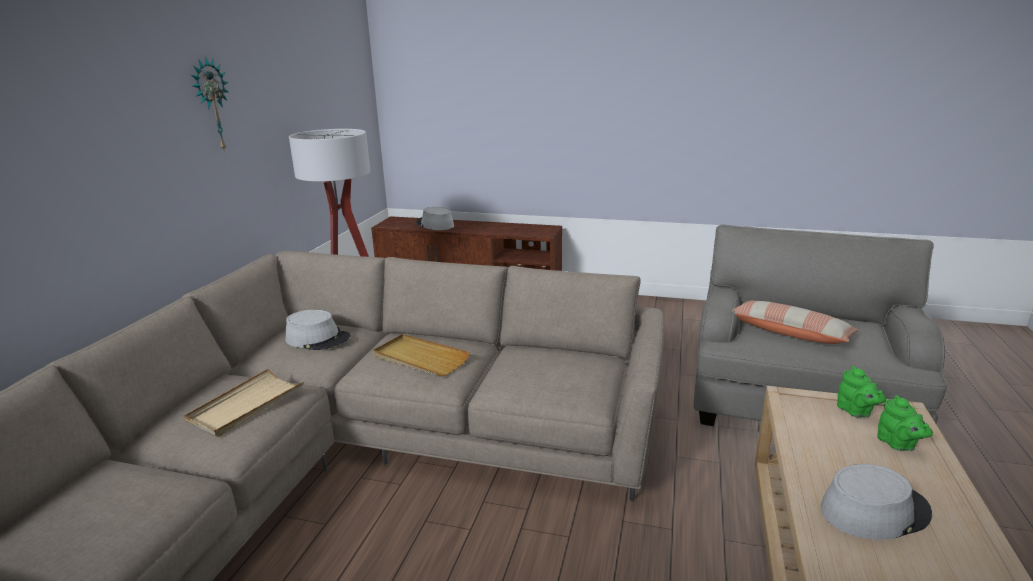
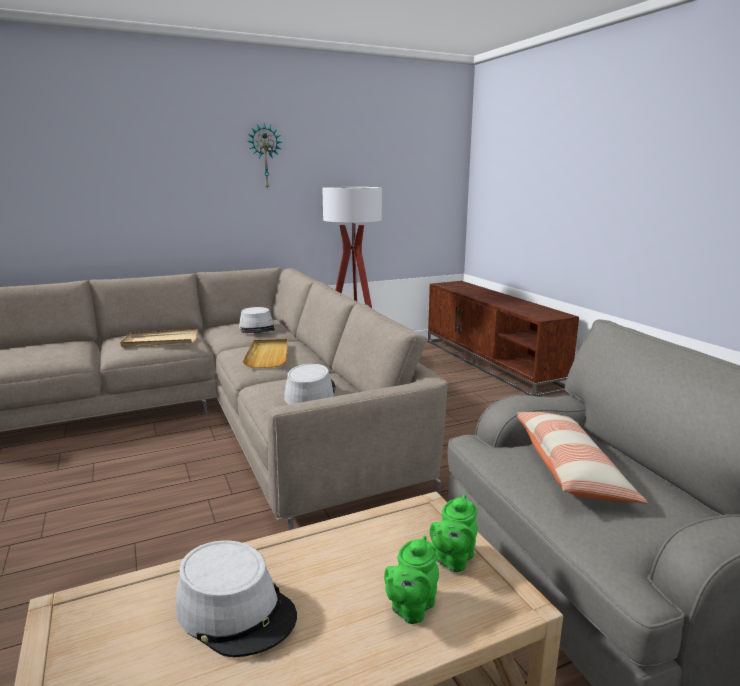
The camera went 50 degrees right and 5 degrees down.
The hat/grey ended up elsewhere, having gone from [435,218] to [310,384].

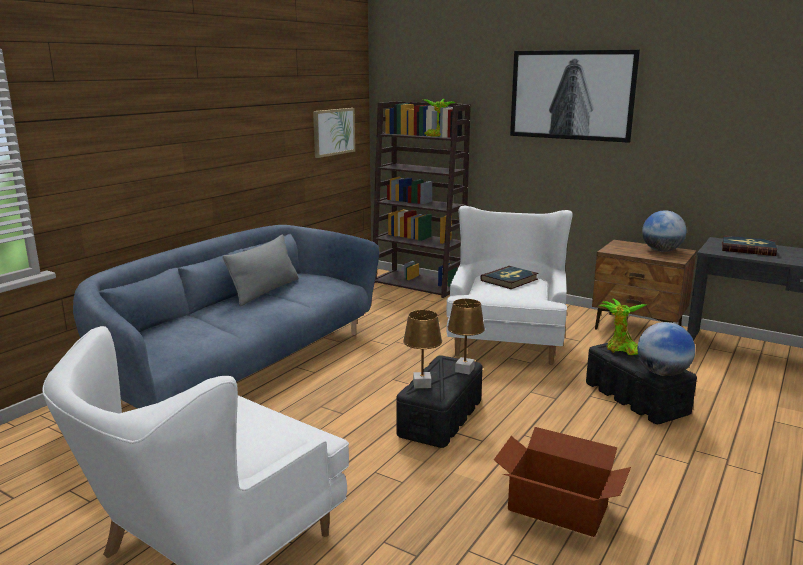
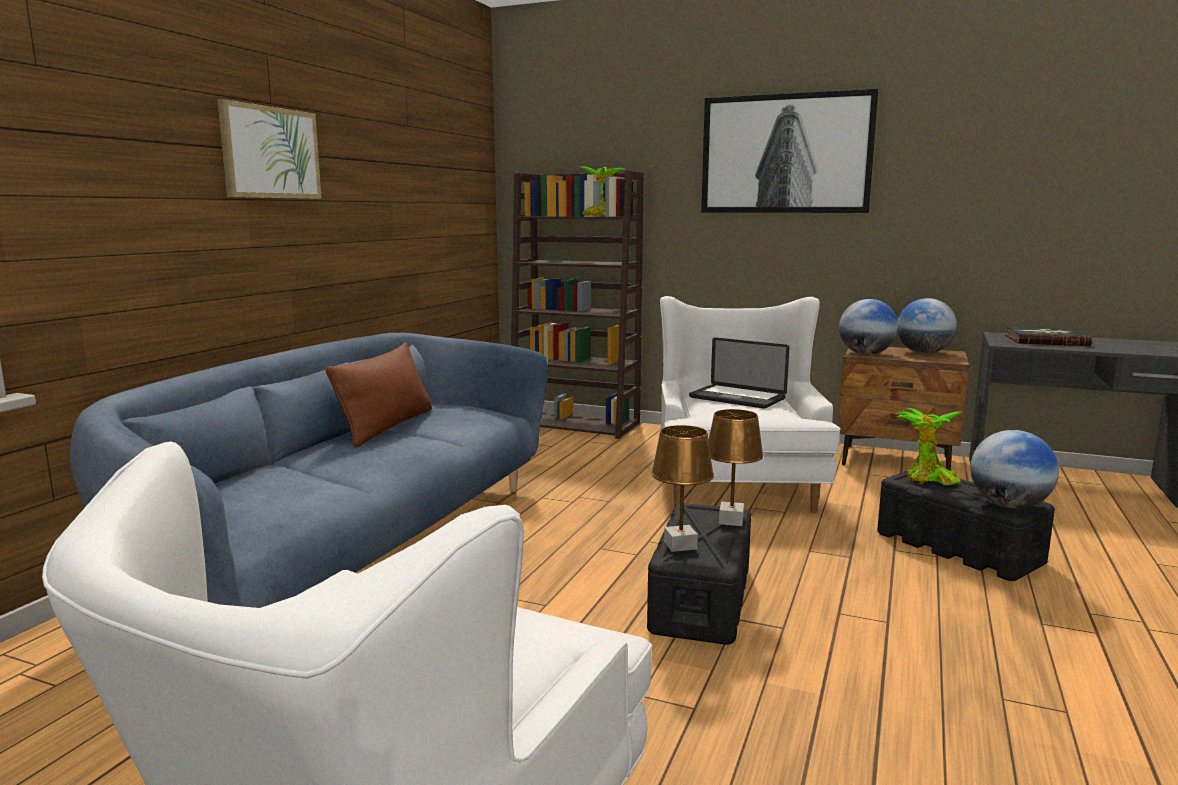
The camera went 10 degrees left and 5 degrees down.
The picture ended up elsewhere, having gone from [334,133] to [269,149].
What was the pillow/grey at [260,270] turned into the pillow/brown at [379,395].
Where the book stood at [509,277], the laptop came to stand at [739,373].
The second view lost the cardboard box at [562,482].
The second view gained the globe at [868,327].

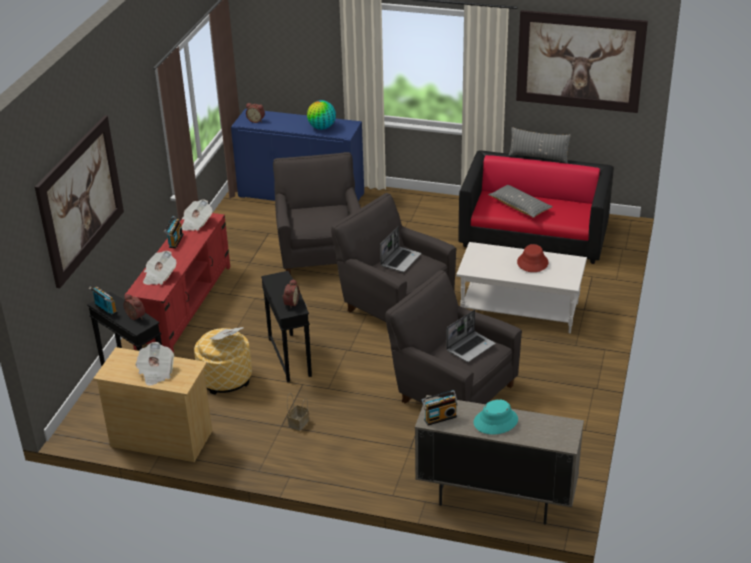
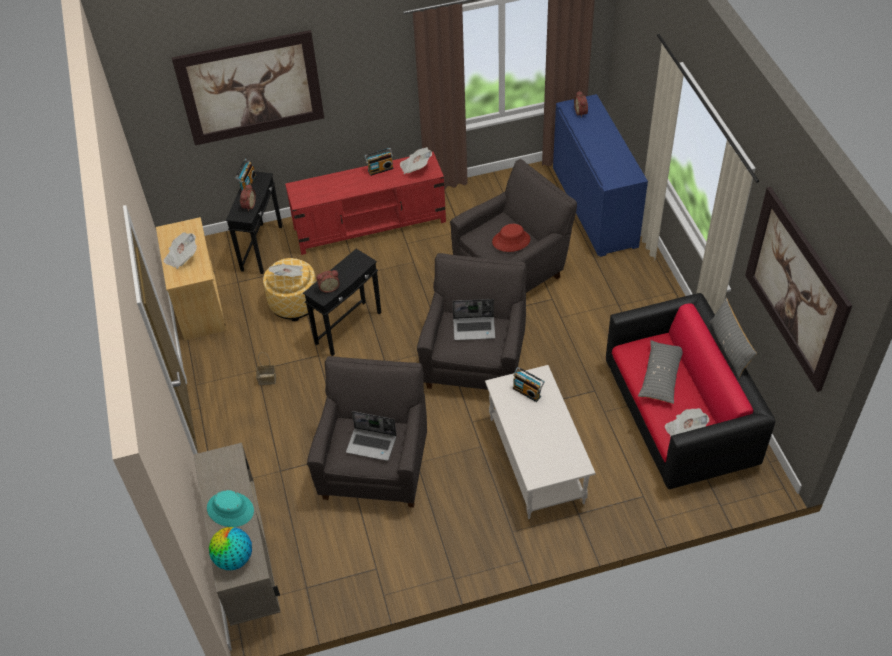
The camera went 60 degrees right and 15 degrees up.
The globe ended up elsewhere, having gone from [321,115] to [230,548].
The hat/red ended up elsewhere, having gone from [532,258] to [511,238].
The newspaper ended up elsewhere, having gone from [159,268] to [687,422].
The radio ended up elsewhere, having gone from [439,407] to [529,384].

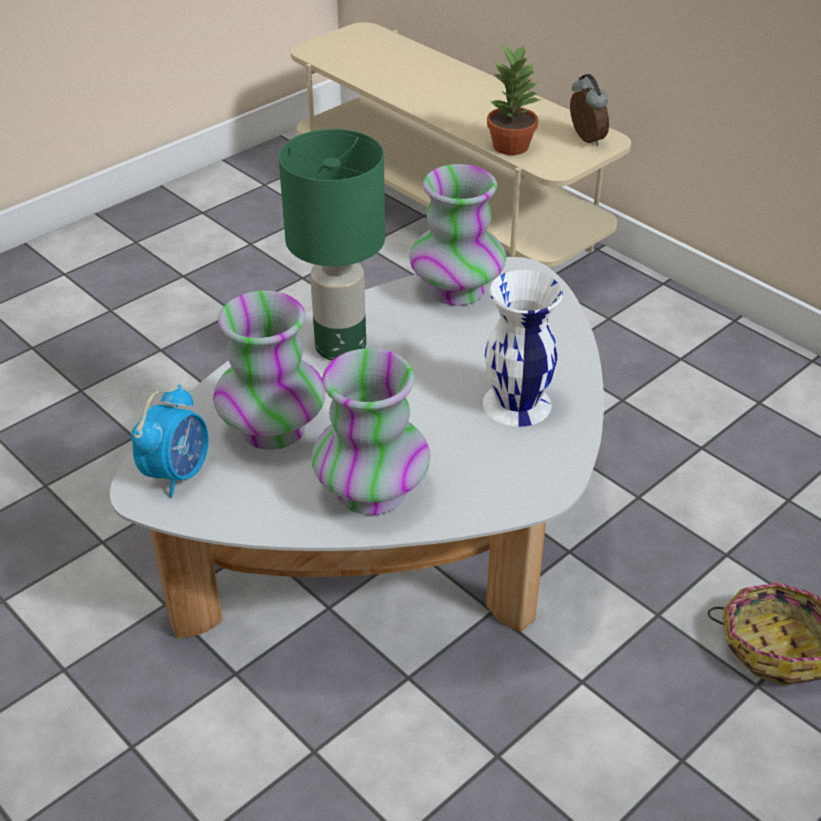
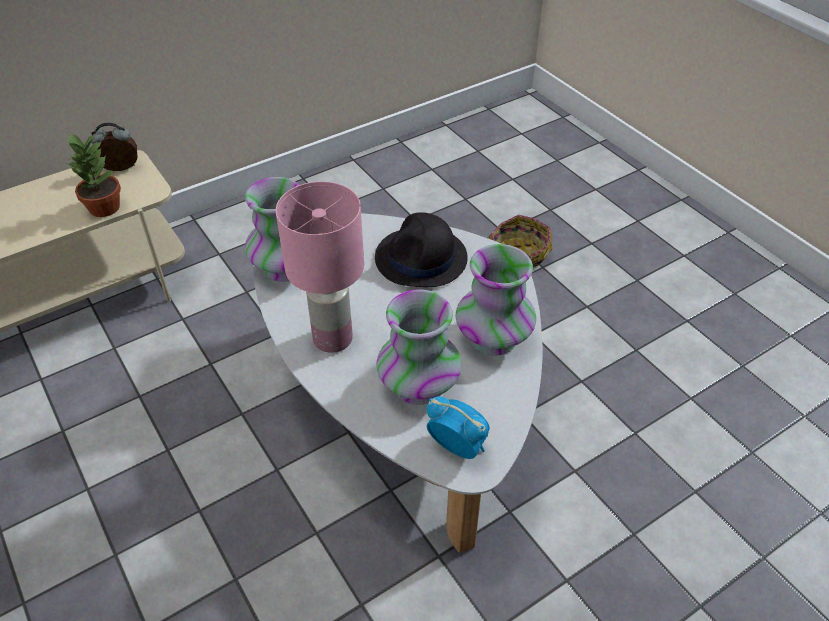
The camera went 80 degrees left and 5 degrees up.
What was the table lamp/green at [332,245] turned into the table lamp/pink at [320,267].
Where the vase/white stood at [523,348], the hat/black came to stand at [421,249].

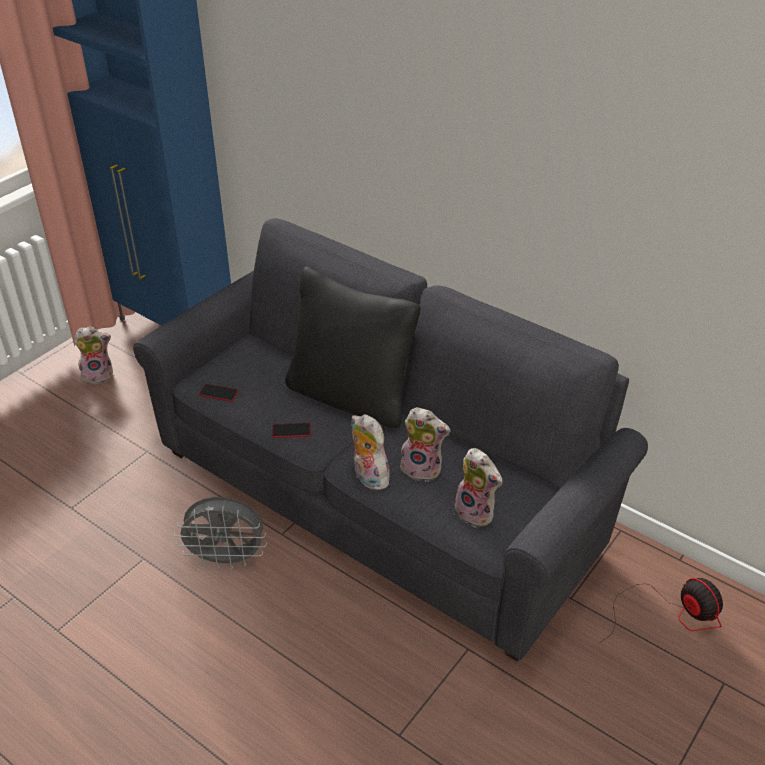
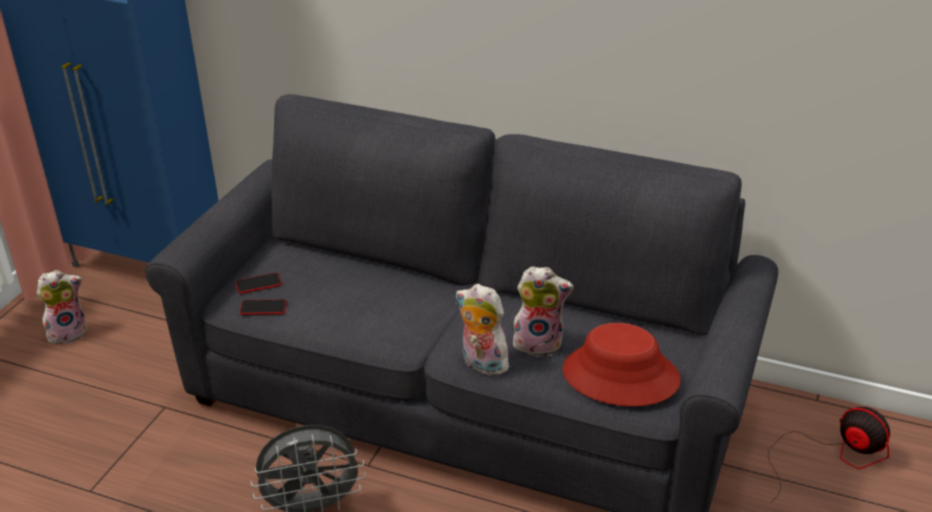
The camera went 15 degrees left and 5 degrees down.
The second view lost the pillow/black at [353,347].
The phone ended up elsewhere, having gone from [291,430] to [258,283].
Where the plush toy stood at [477,488], the hat/red came to stand at [622,364].

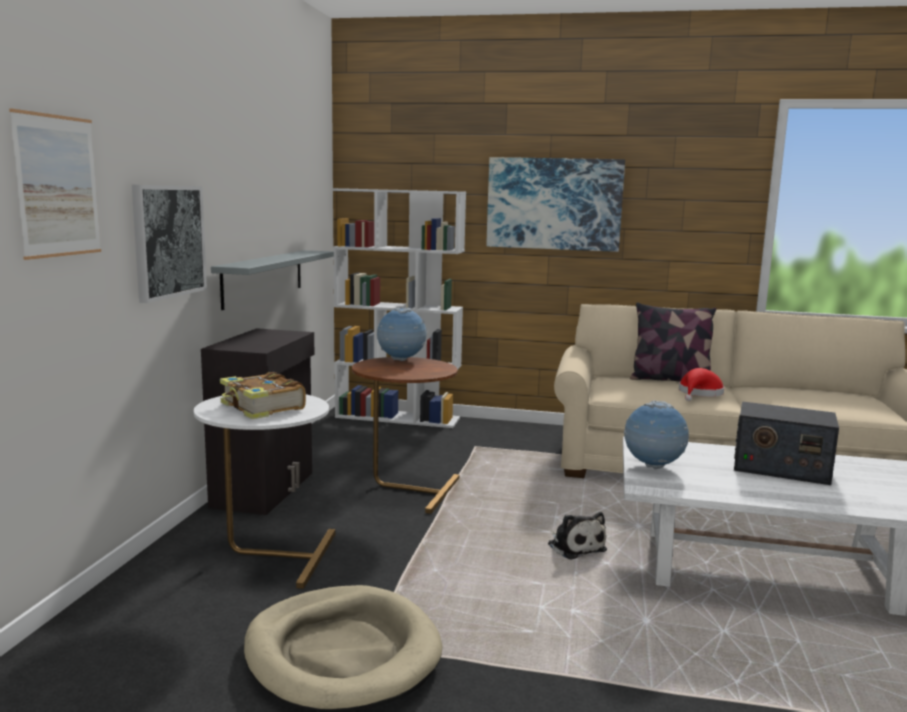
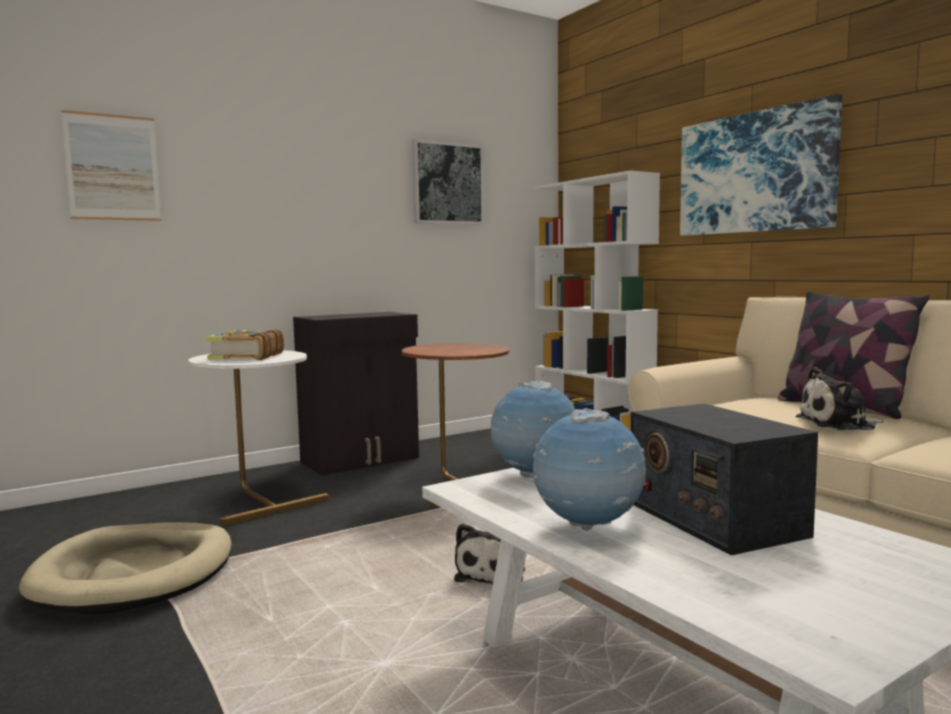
The camera went 45 degrees right and 5 degrees down.
The picture ended up elsewhere, having gone from [169,244] to [448,182].
The second view lost the shelf/grey at [272,280].
The globe ended up elsewhere, having gone from [402,334] to [588,469].
Where the hat/red stood at [701,384], the plush toy came to stand at [839,398].

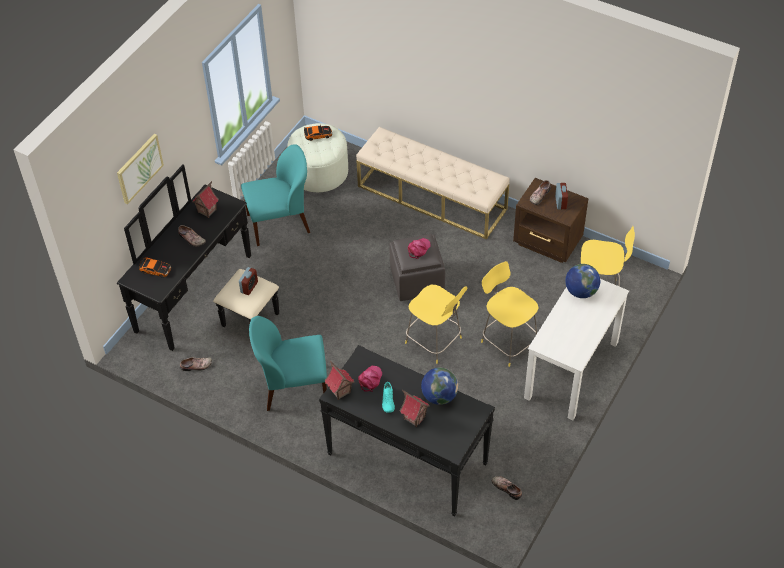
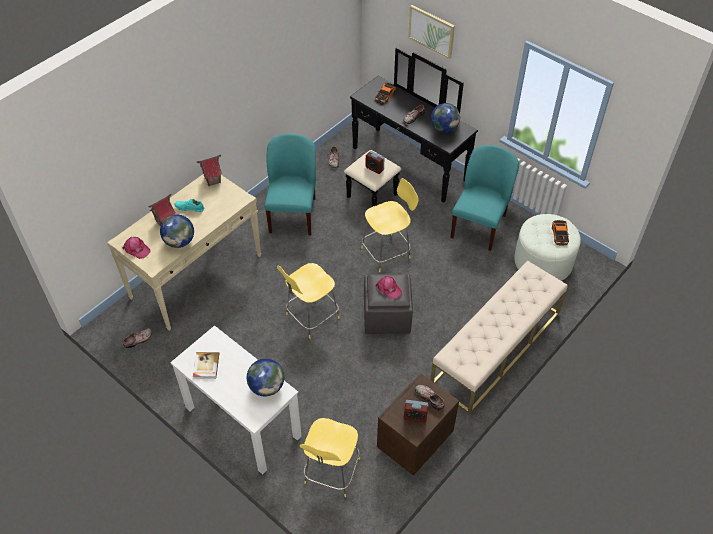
The camera went 100 degrees right and 0 degrees up.
The chair/turquoise at [275,195] ended up facing another way, 150 degrees counterclockwise from before.
Where the toy house stood at [205,199], the globe came to stand at [445,118].
The stool/yellow ended up elsewhere, having gone from [509,314] to [390,225].
What was the console table/black at [407,430] turned into the console table/beige at [184,252].
The cap/pink ended up elsewhere, having gone from [370,379] to [137,248].
The second view gained the book at [206,365].

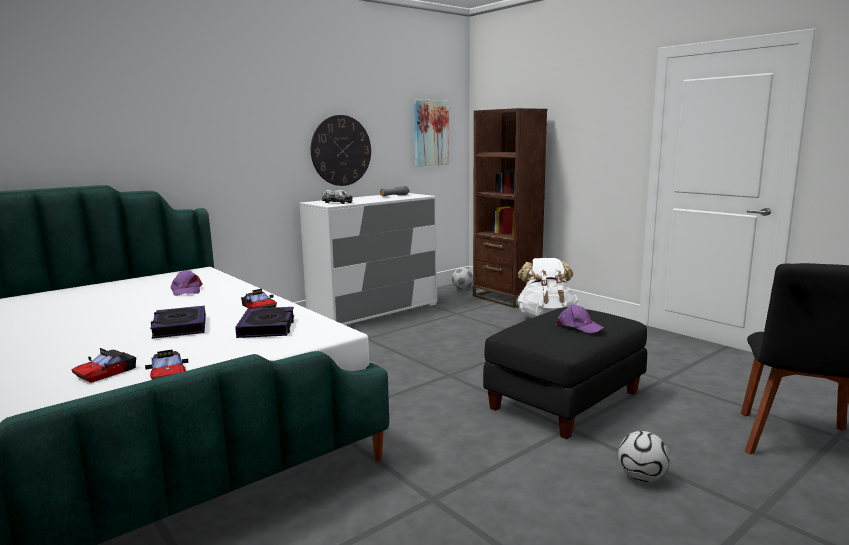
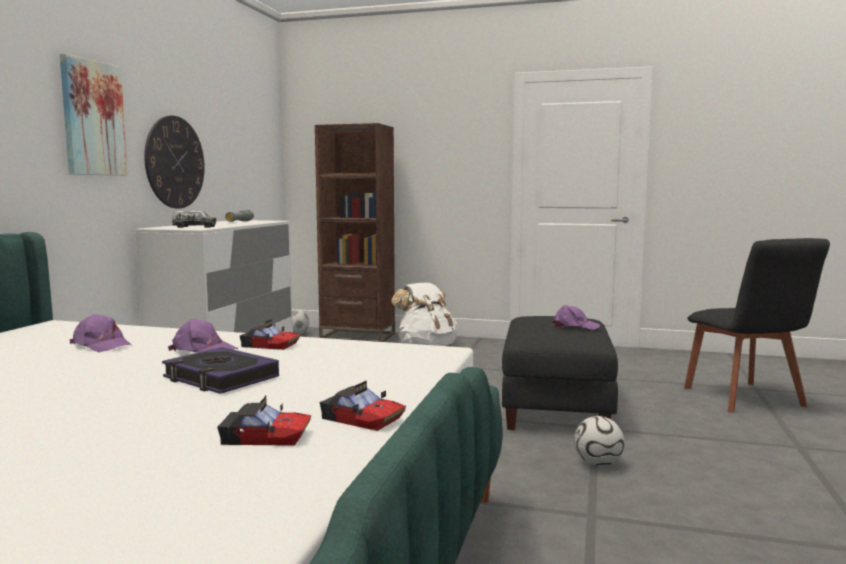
The camera went 35 degrees left and 5 degrees down.
The picture ended up elsewhere, having gone from [431,132] to [94,114].
The second view lost the book at [264,322].
The toy car at [103,365] ended up facing another way, 90 degrees counterclockwise from before.
The football ended up elsewhere, having gone from [644,456] to [599,441].
The second view gained the cap/purple at [203,336].

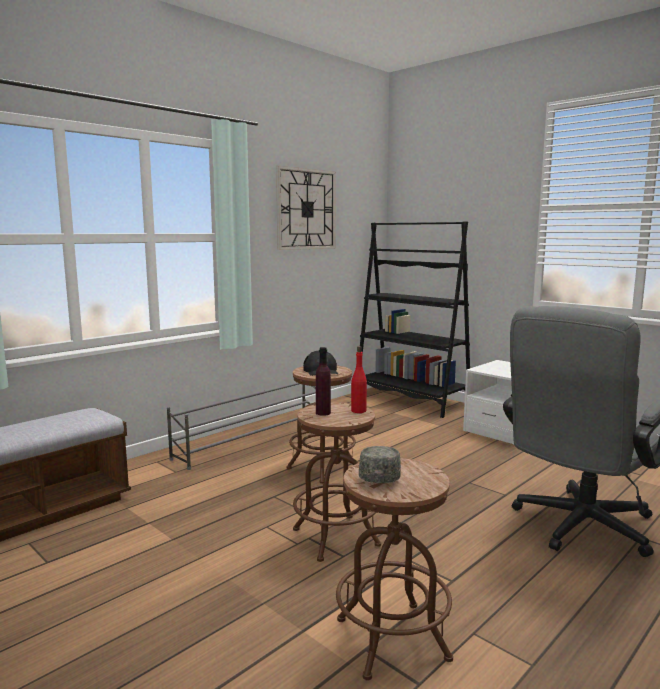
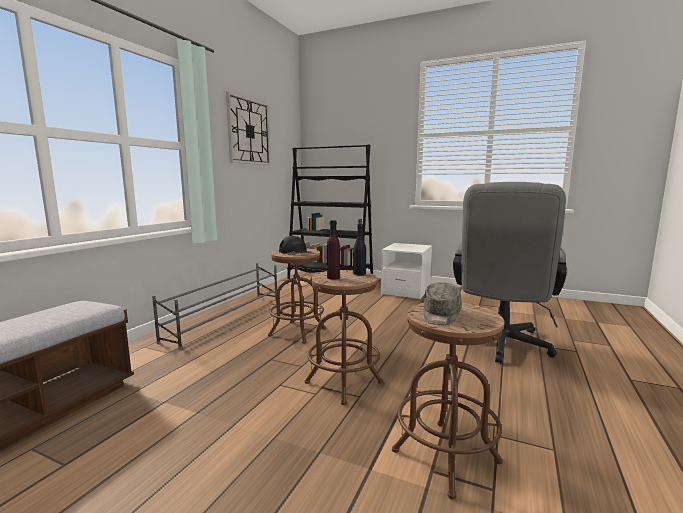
The camera went 20 degrees left and 0 degrees up.
What was the bottle/red at [359,379] turned into the bottle/black at [359,247].
The cap/grey at [380,464] ended up facing another way, 150 degrees counterclockwise from before.

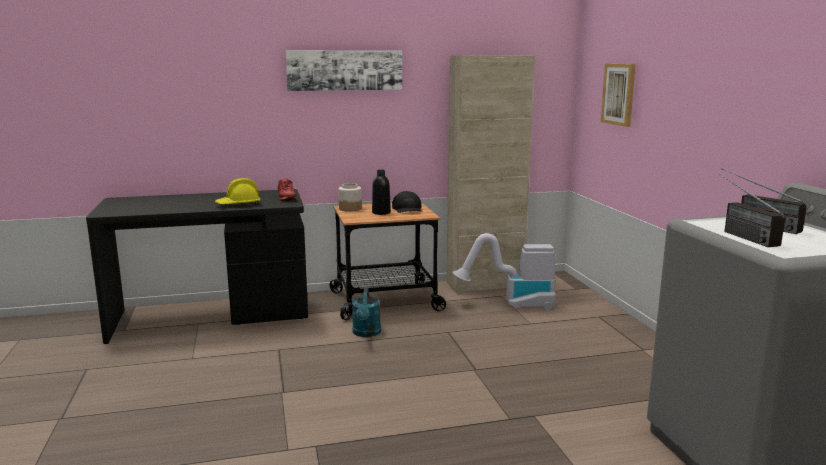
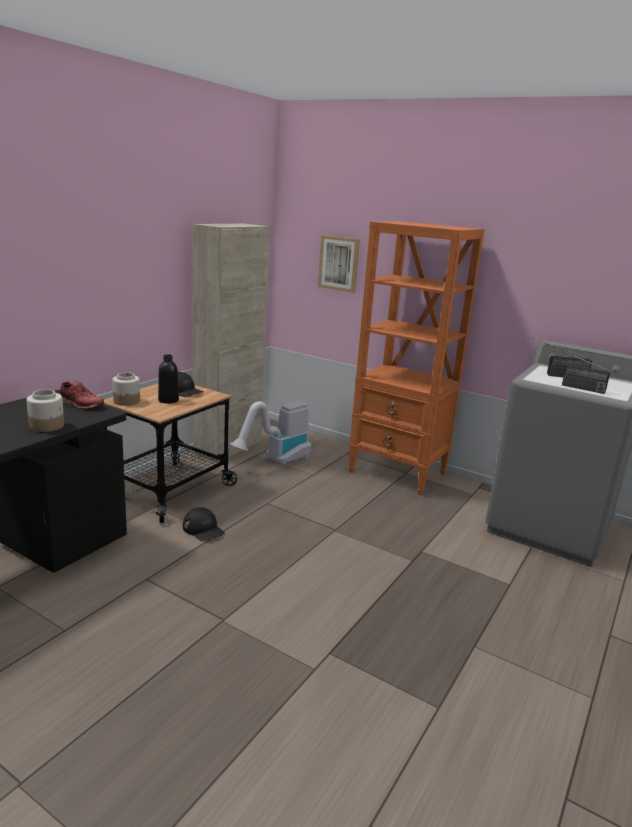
The camera went 45 degrees left and 5 degrees up.
The second view lost the picture at [343,70].
Where the hard hat/yellow stood at [238,191], the jar came to stand at [45,410].
Where the watering can/turquoise stood at [366,312], the cap/black came to stand at [204,524].
The second view gained the bookcase/orange at [416,358].

